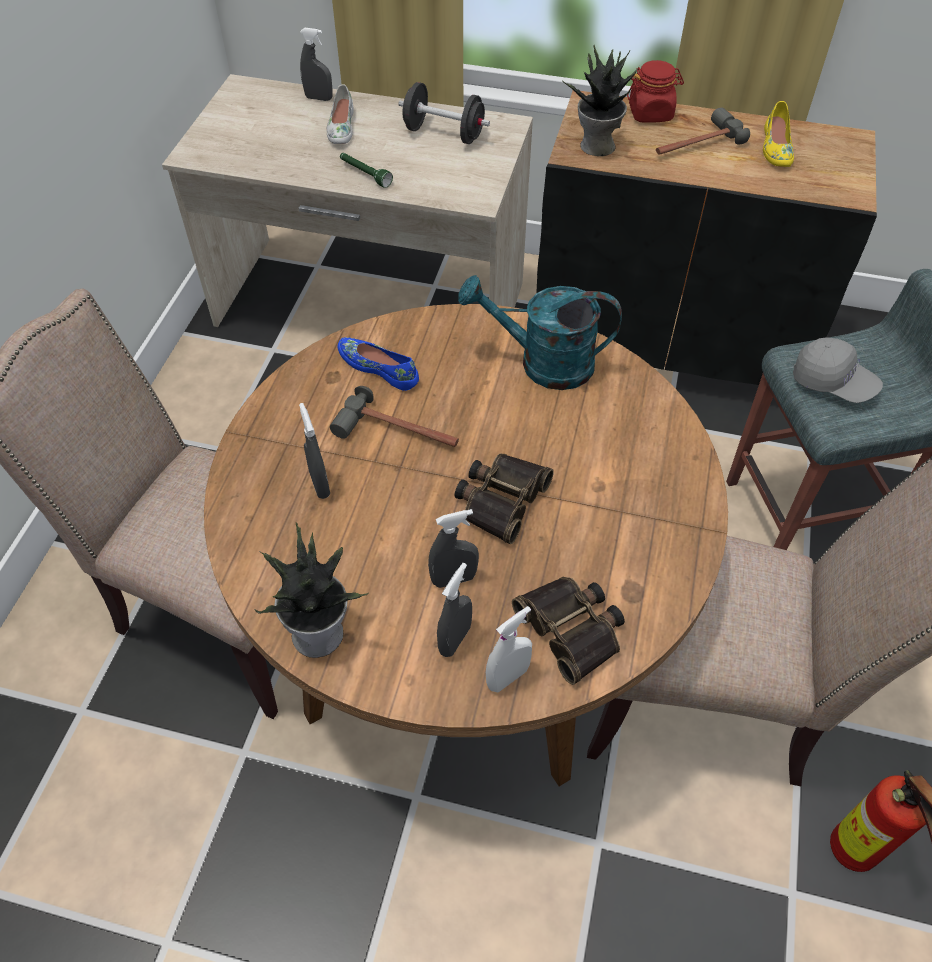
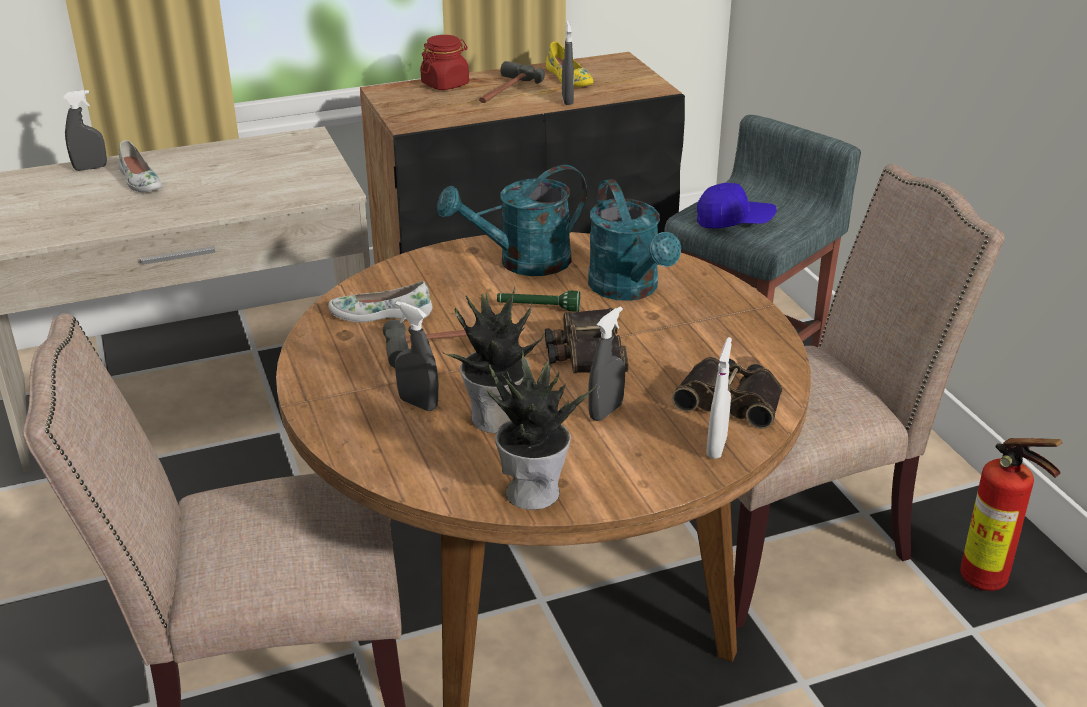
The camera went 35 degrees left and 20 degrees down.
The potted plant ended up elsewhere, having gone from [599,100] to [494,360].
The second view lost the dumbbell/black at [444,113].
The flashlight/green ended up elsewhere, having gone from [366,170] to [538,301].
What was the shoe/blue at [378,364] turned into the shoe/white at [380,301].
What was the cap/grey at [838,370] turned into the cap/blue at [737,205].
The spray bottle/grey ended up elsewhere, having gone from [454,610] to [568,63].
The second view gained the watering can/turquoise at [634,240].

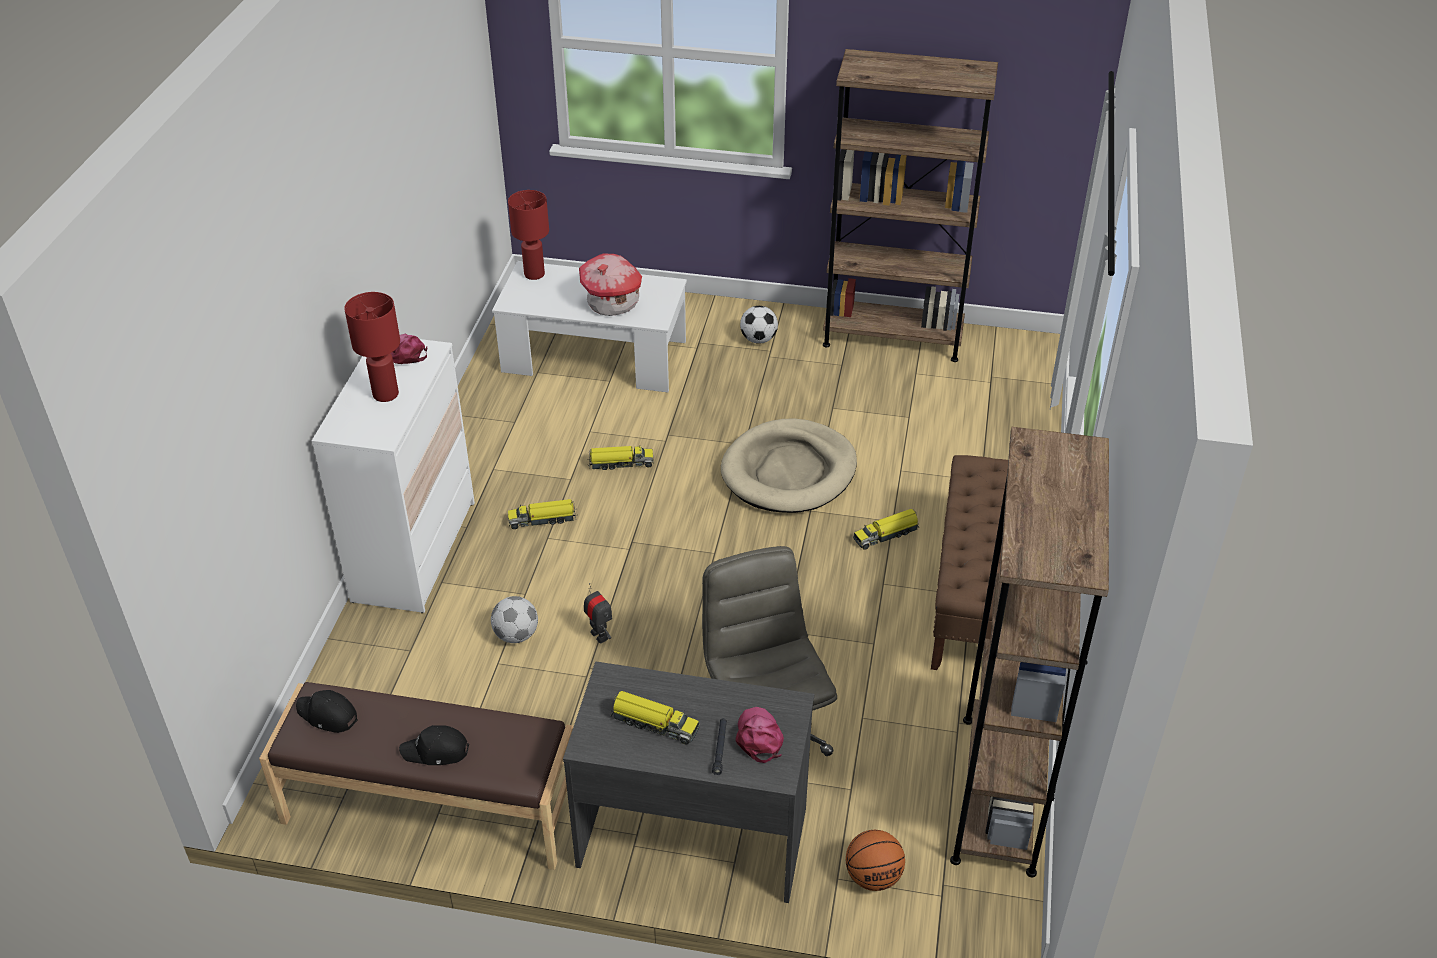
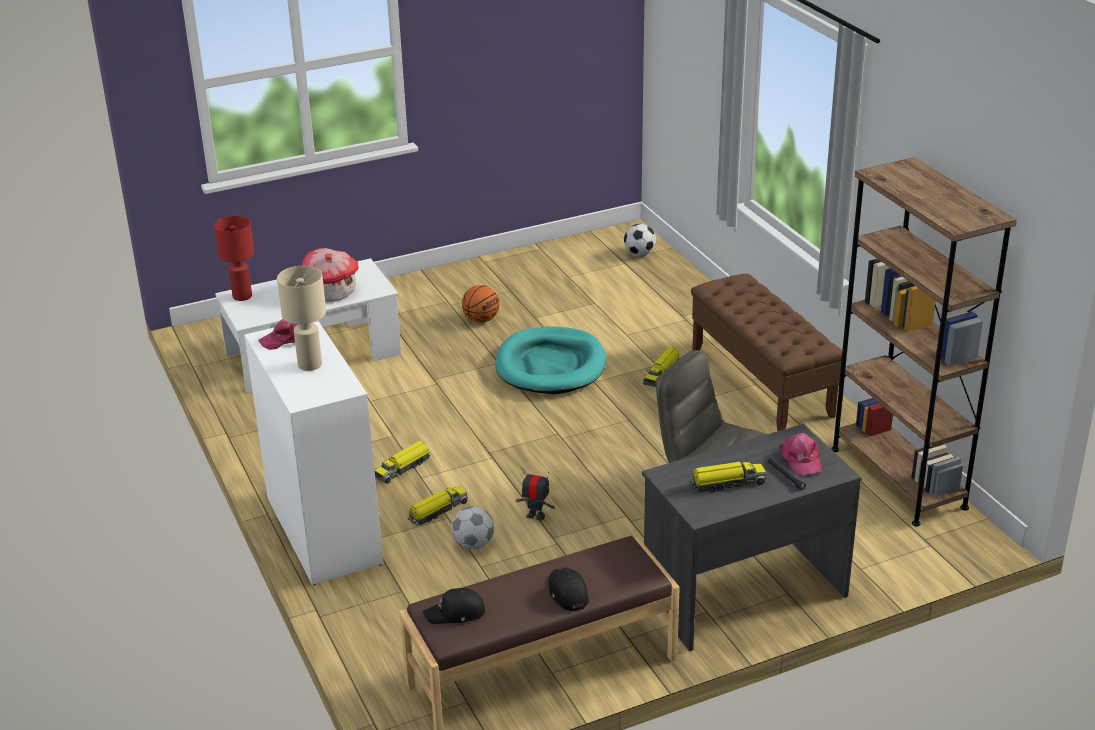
The camera went 35 degrees left and 10 degrees down.
The second view lost the bookcase/brown at [910,205].
What was the table lamp/red at [372,347] turned into the table lamp/beige at [301,318].
The football ended up elsewhere, having gone from [759,325] to [640,240].
What was the dog bed/beige at [789,466] turned into the dog bed/turquoise at [550,360].
The toy truck ended up elsewhere, having gone from [621,457] to [437,506].
The cap/pink at [759,735] ended up facing another way, 150 degrees counterclockwise from before.
The cap/black at [434,745] ended up facing another way, 105 degrees clockwise from before.
The basketball ended up elsewhere, having gone from [875,860] to [480,304].

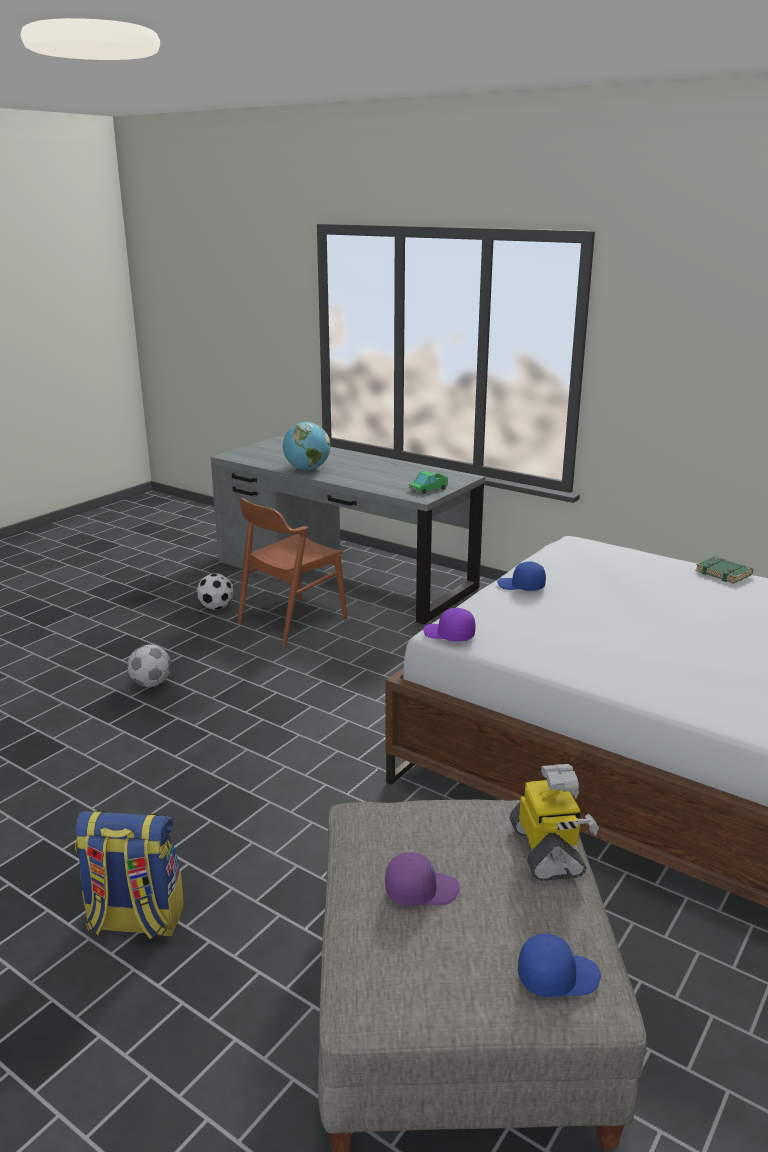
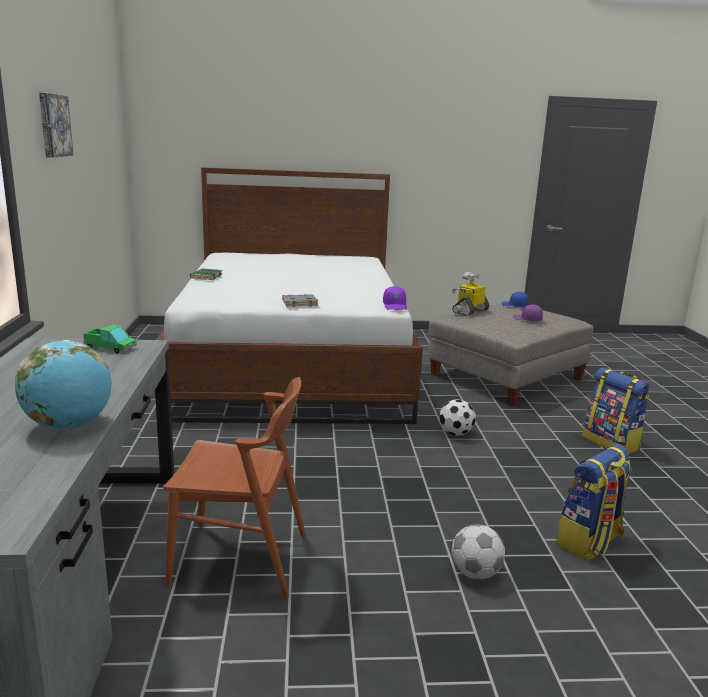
The camera went 130 degrees left and 5 degrees down.
Where the cap/blue stood at [521,576], the book/grey came to stand at [300,300].
The football ended up elsewhere, having gone from [215,591] to [457,417].
The second view gained the picture at [56,125].
The second view gained the backpack at [594,503].

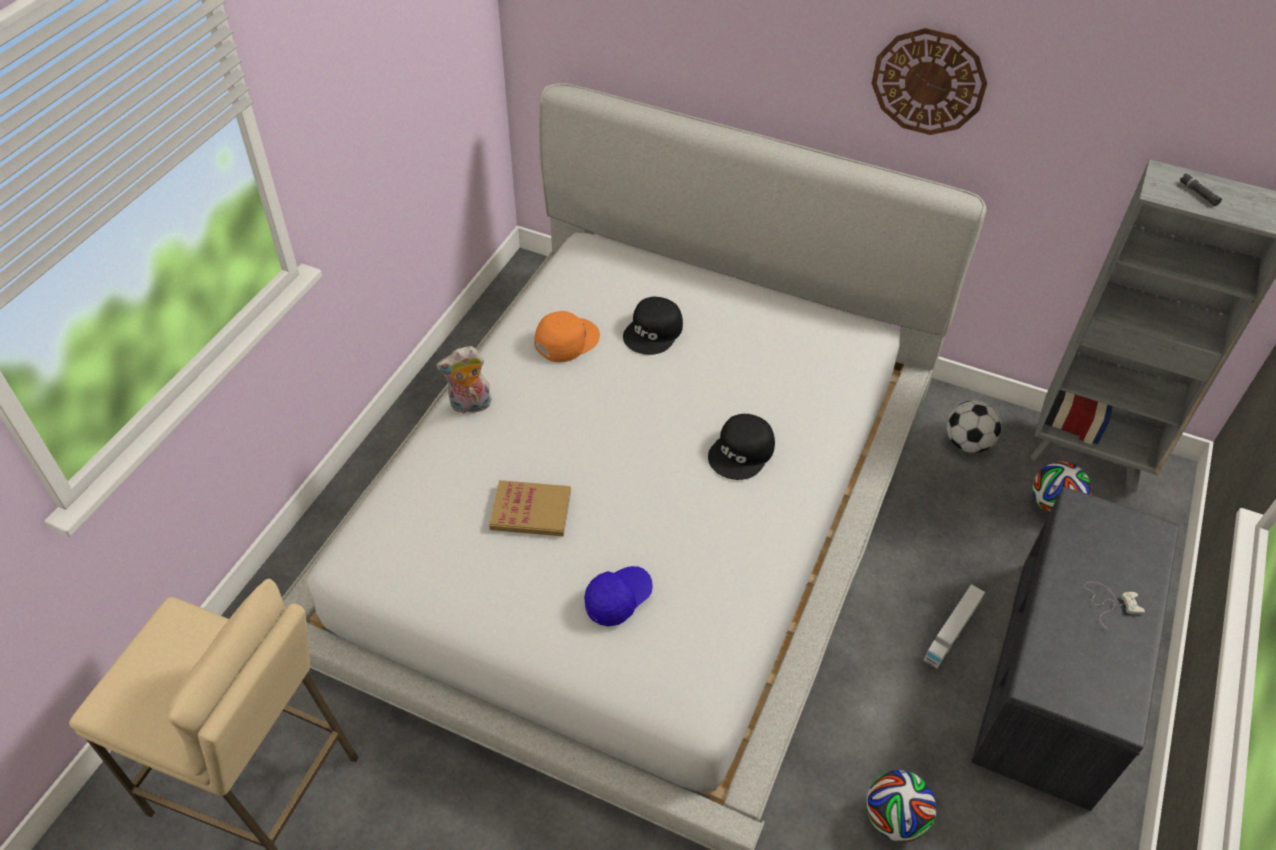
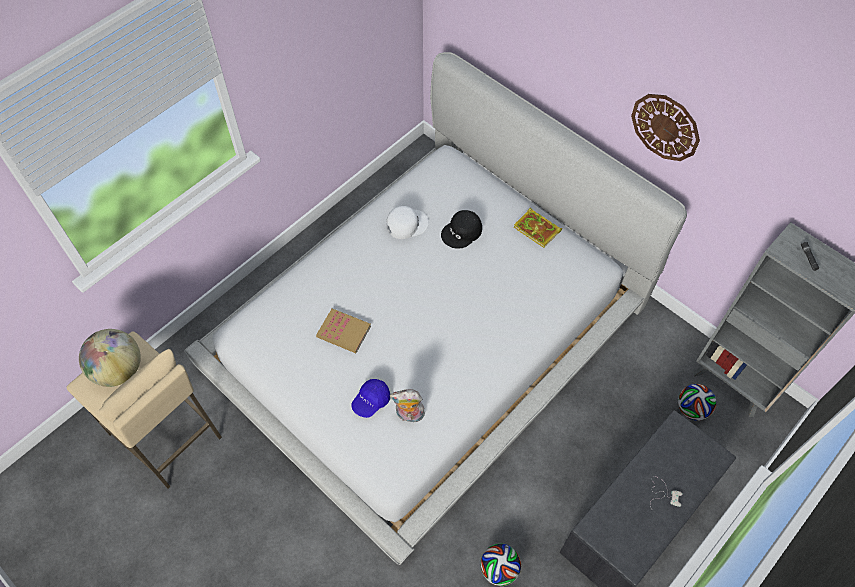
The camera went 20 degrees right and 10 degrees up.
What was the cap/orange at [567,336] turned into the cap/white at [407,222].
The plush toy ended up elsewhere, having gone from [464,380] to [407,406].
The second view lost the football at [974,427].
The second view lost the cap/black at [741,447].
The cap/blue at [618,596] ended up facing another way, 150 degrees clockwise from before.
The second view lost the toy truck at [954,626].
The second view gained the book at [538,228].
The second view gained the globe at [110,358].

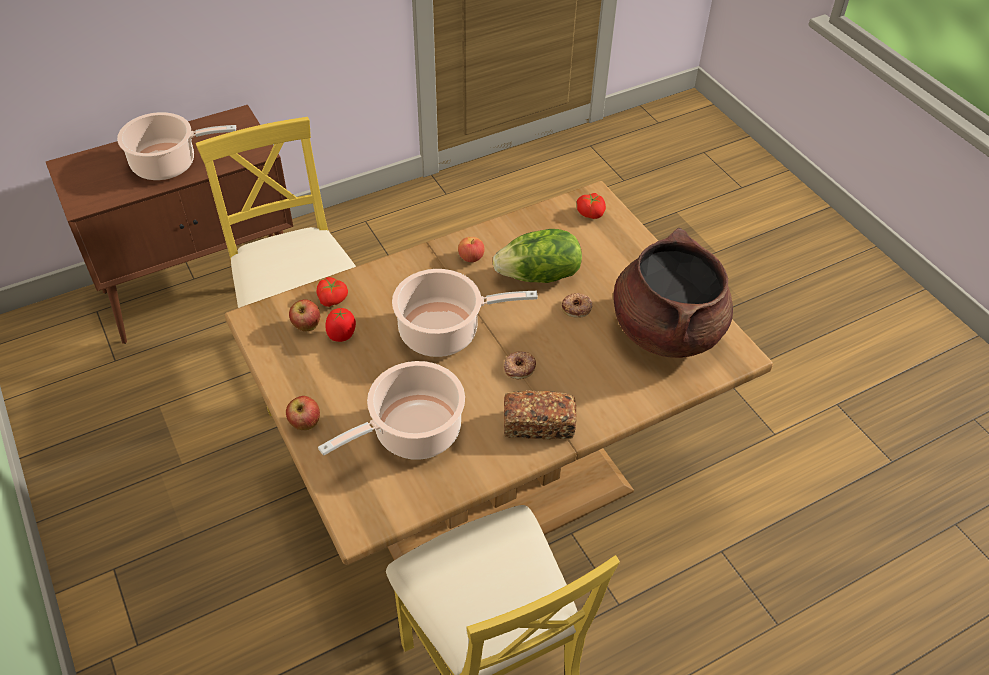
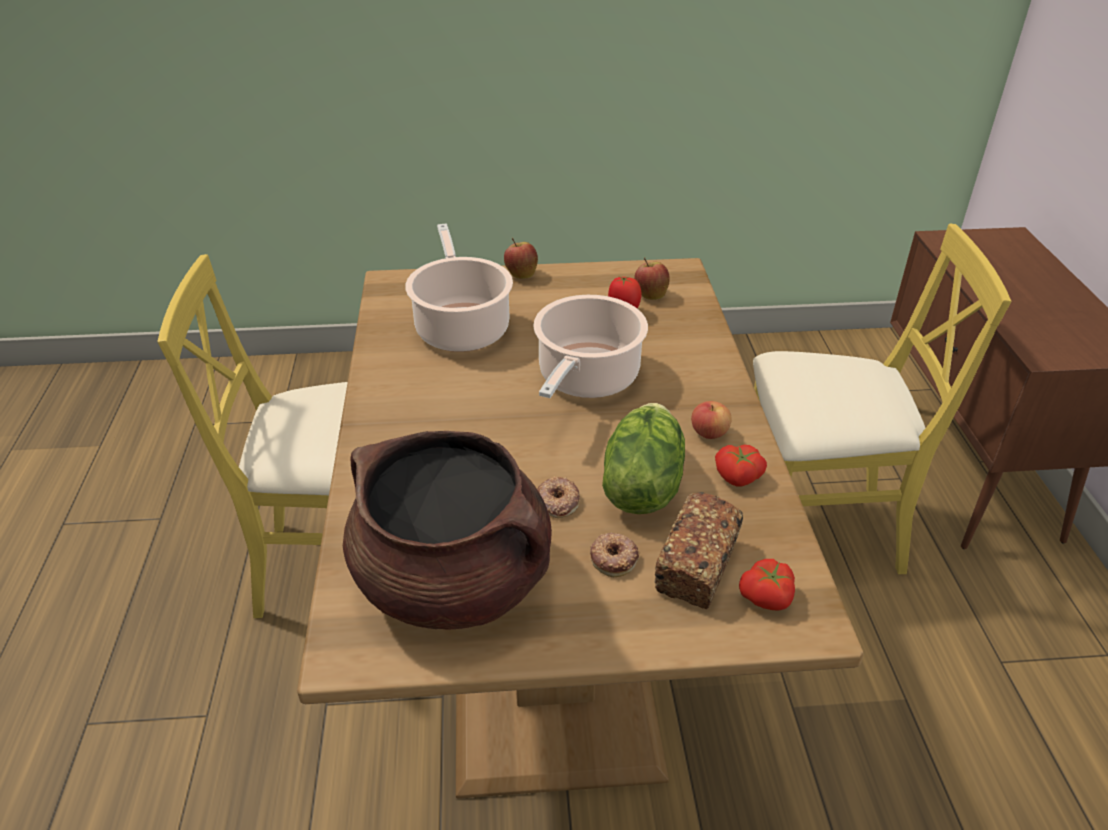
The camera went 115 degrees right and 10 degrees down.
The second view lost the cooking pot at [176,146].
The tomato ended up elsewhere, having gone from [332,292] to [741,466].
The donut ended up elsewhere, having gone from [520,365] to [614,555].
The bread ended up elsewhere, having gone from [540,414] to [698,550].

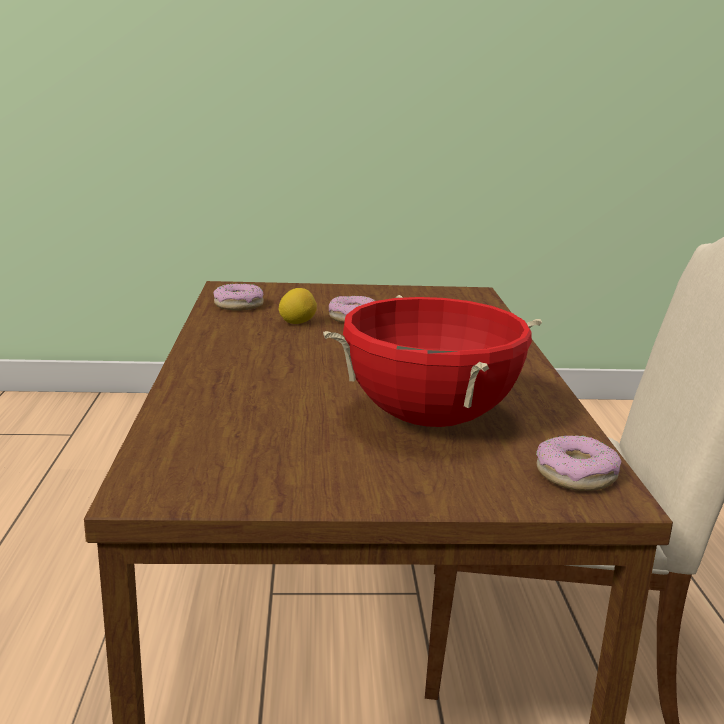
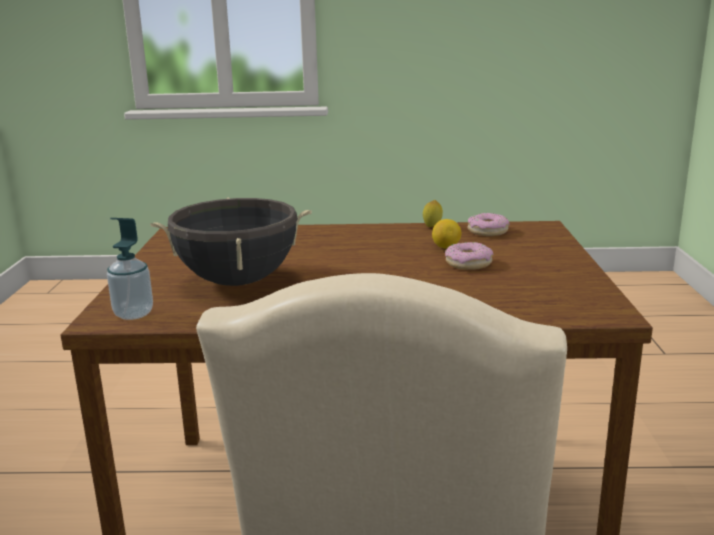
The camera went 95 degrees right and 0 degrees up.
What was the cooking pot/red at [432,361] turned into the cooking pot/black at [231,241].
Where the donut stood at [578,463], the soap dispenser came to stand at [130,269].
The second view gained the lemon at [433,213].

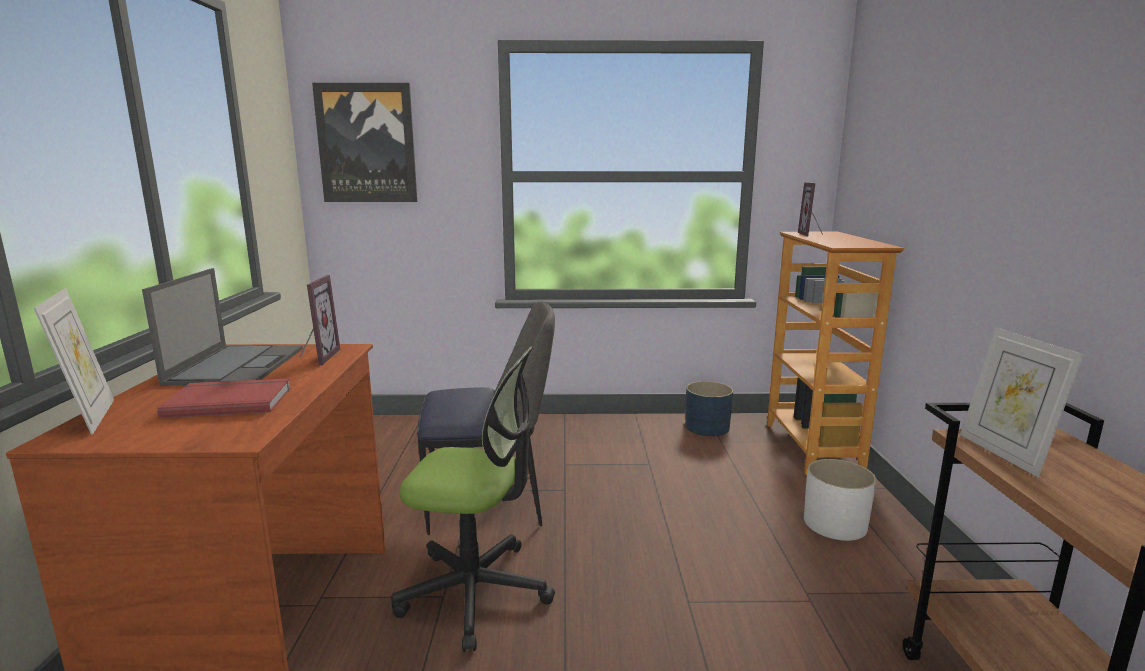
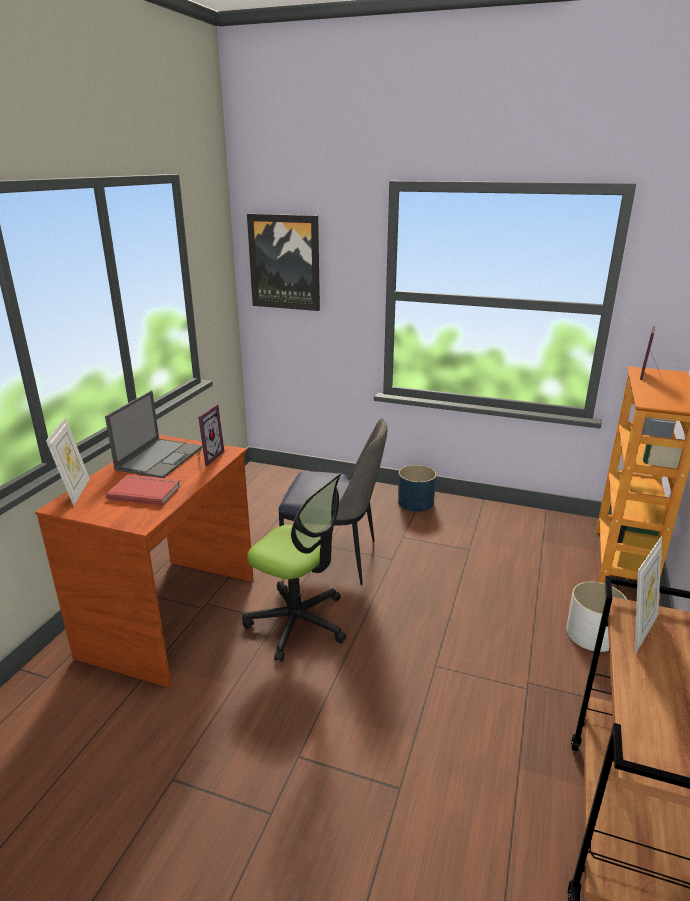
The camera went 20 degrees right and 10 degrees up.
The picture frame at [1022,402] ended up facing another way, 150 degrees counterclockwise from before.
The planter/blue ended up elsewhere, having gone from [709,408] to [417,488].

